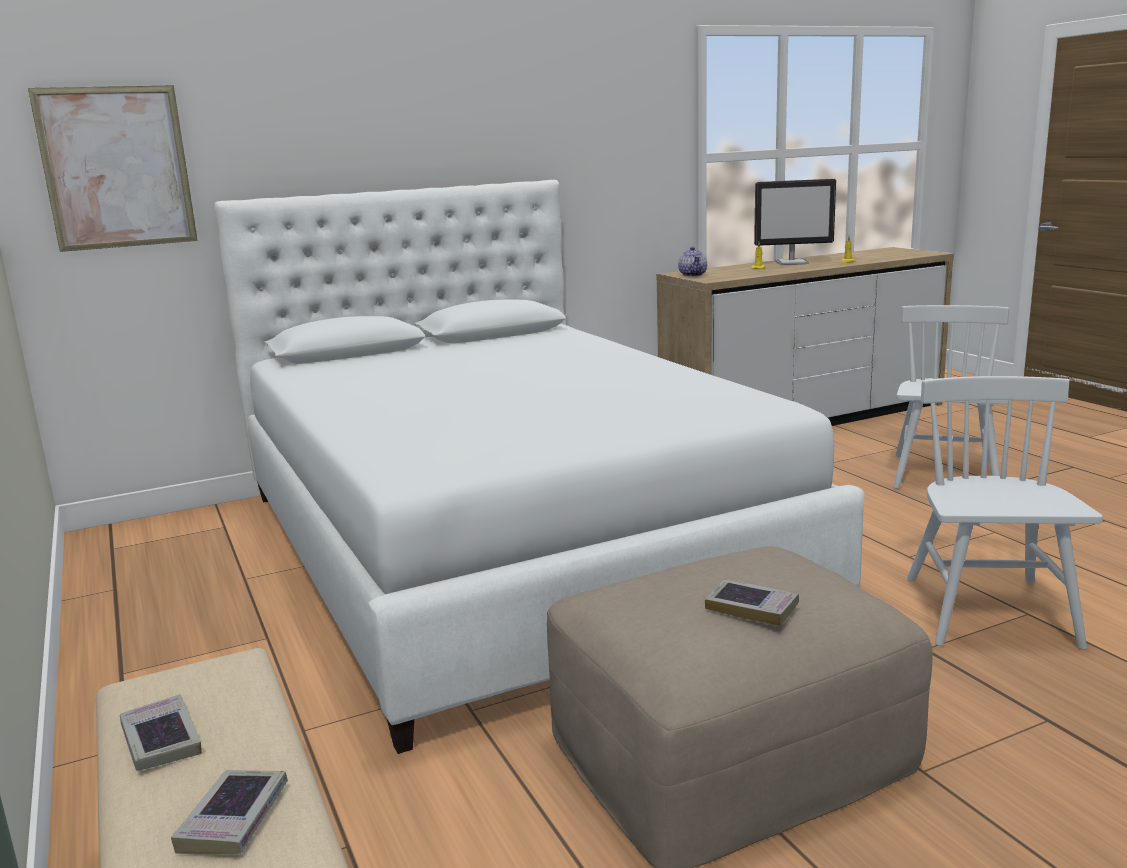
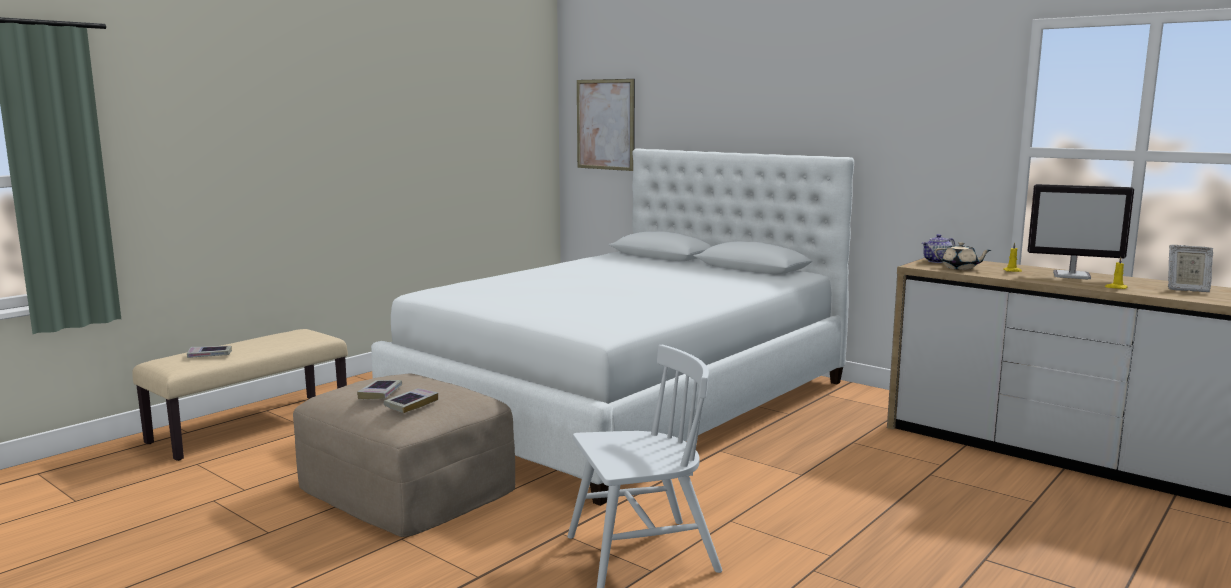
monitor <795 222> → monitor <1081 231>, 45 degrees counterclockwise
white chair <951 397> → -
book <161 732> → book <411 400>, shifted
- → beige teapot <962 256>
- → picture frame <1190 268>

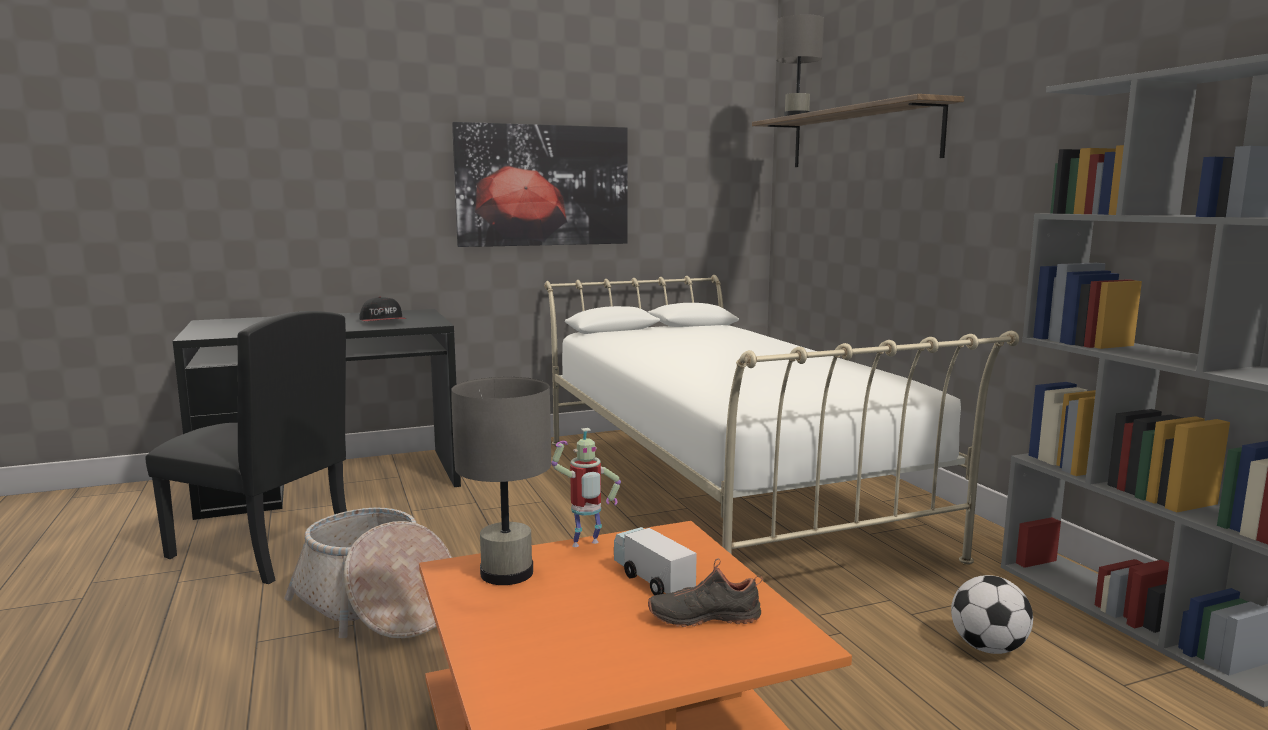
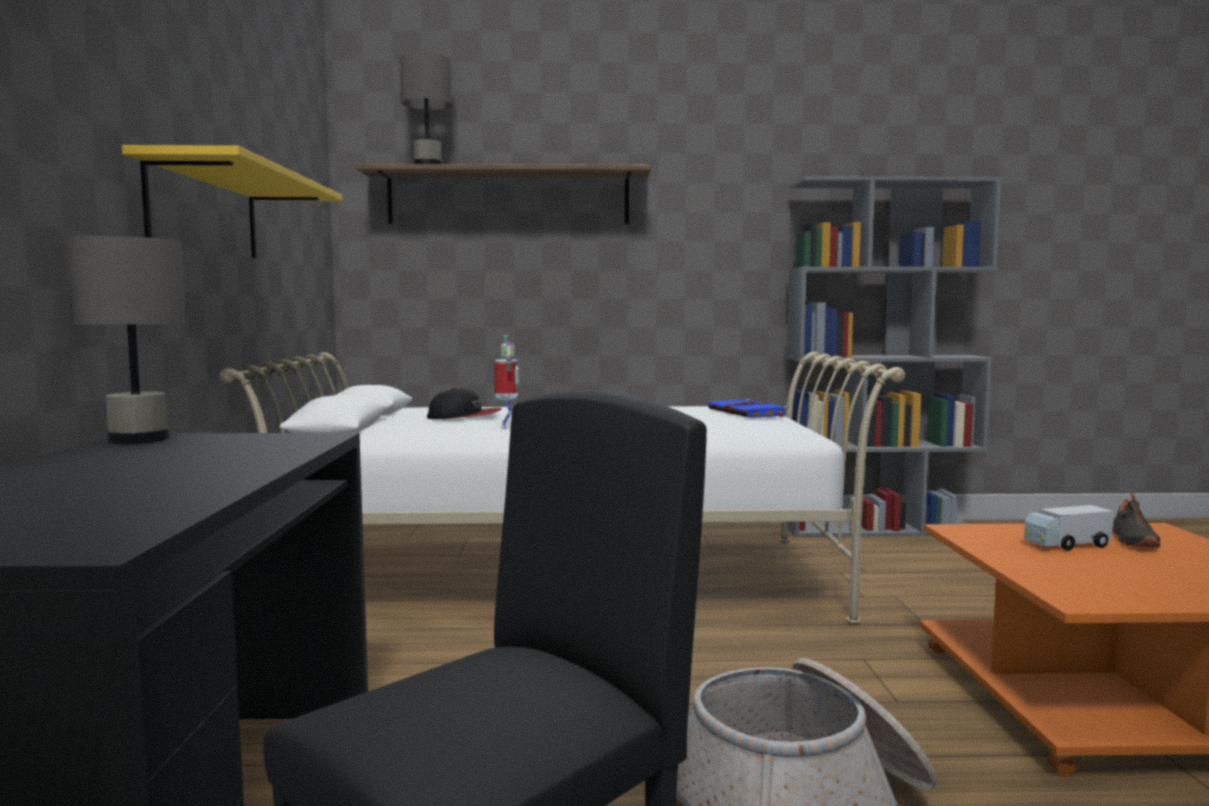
picture <540 184> → yellow shelf <232 202>
cap <382 309> → cap <464 403>, shifted
grey table lamp <501 481> → grey table lamp <126 340>, shifted
toy robot <586 487> → toy robot <506 382>, shifted
football <992 614> → -
- → blue book <748 408>

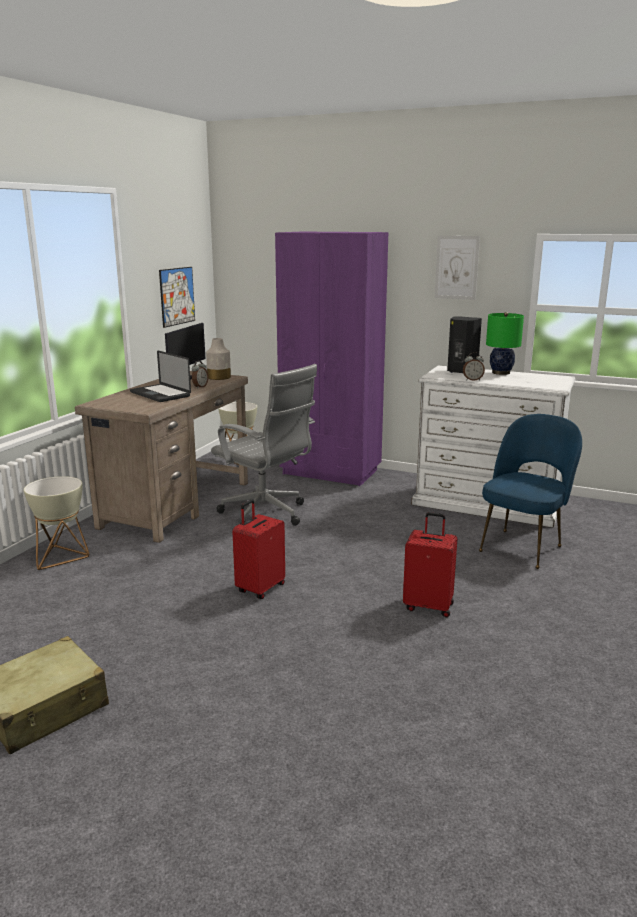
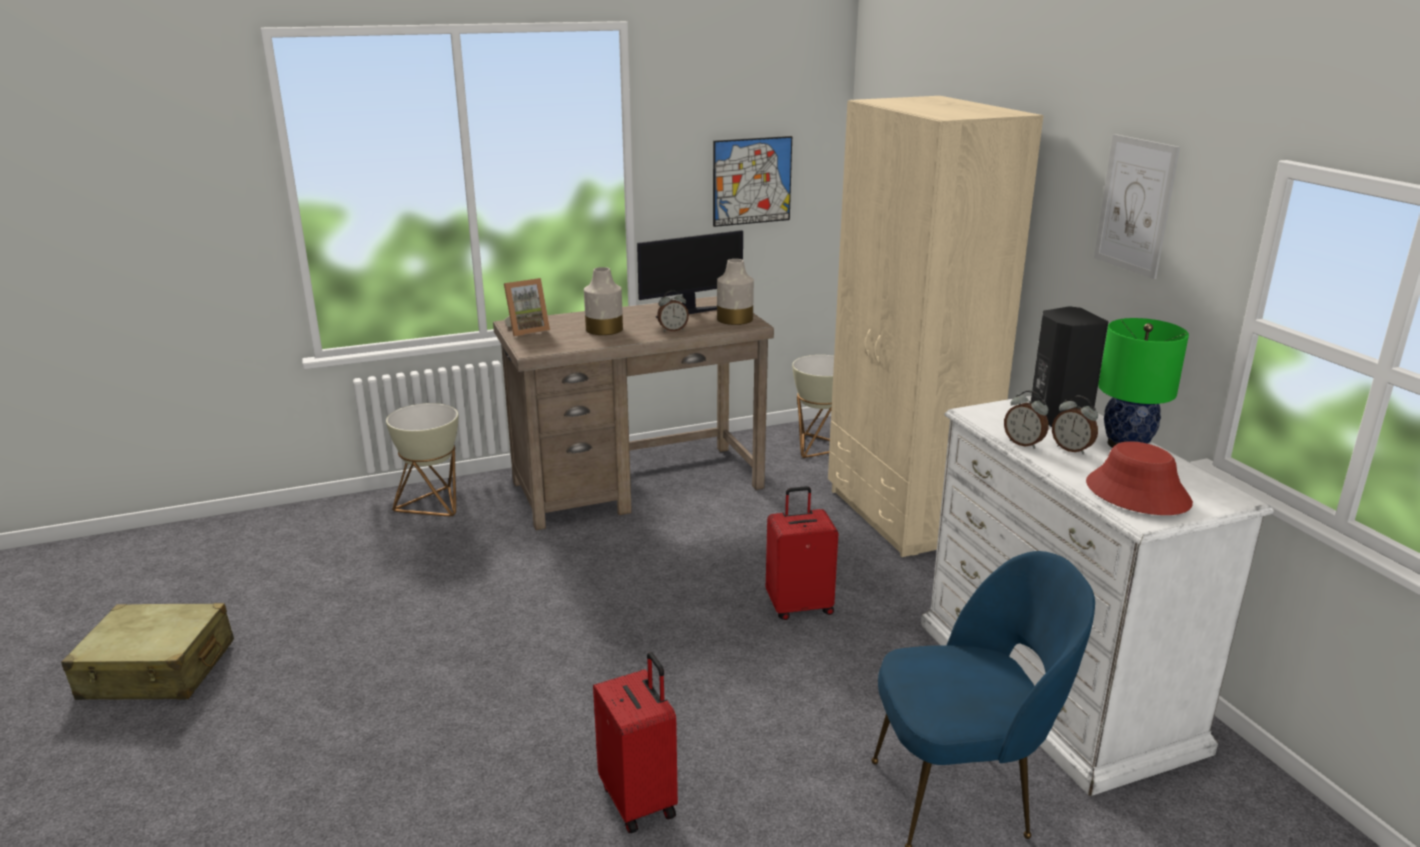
purple wardrobe <331 359> → beige wardrobe <936 326>
laptop <160 376> → beige vase <603 301>
grey office chair <264 445> → -
red suitcase <258 549> → red suitcase <802 553>, shifted
- → picture frame <527 307>
- → alarm clock <1075 425>
- → red hat <1139 478>

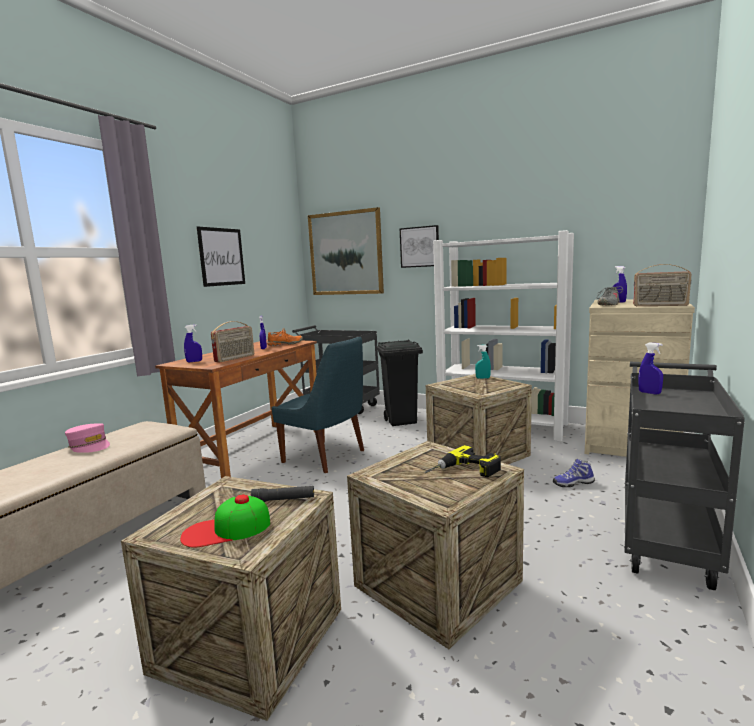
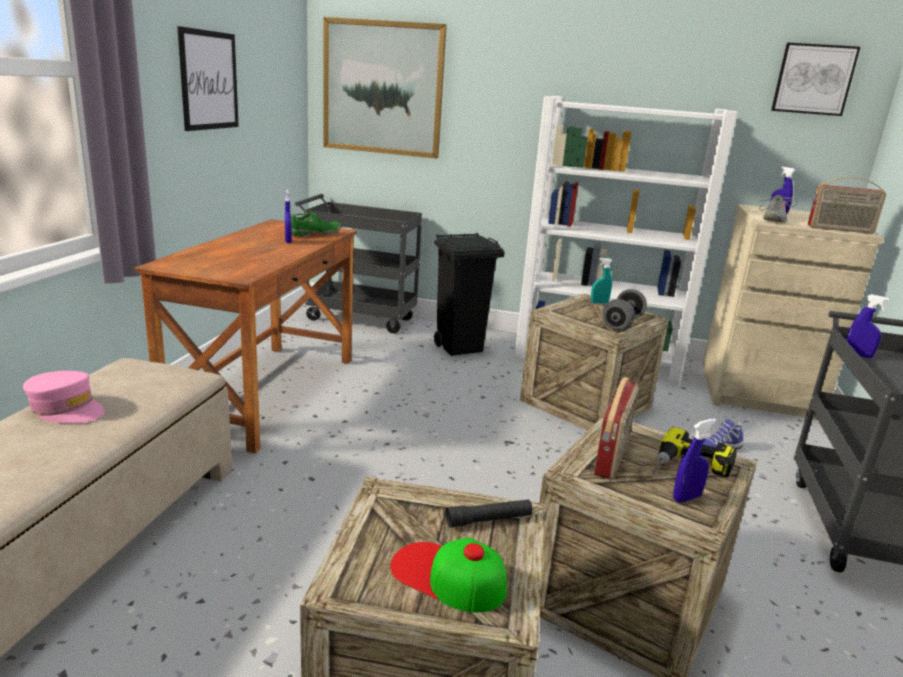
picture <419 246> → picture <815 79>, shifted
radio <232 341> → radio <616 428>, shifted
blue spray bottle <193 343> → blue spray bottle <694 460>, shifted
orange shoe <285 337> → green shoe <316 222>
blue chair <318 405> → -
cap <225 521> → cap <448 575>, 60 degrees clockwise
- → grey dumbbell <624 310>

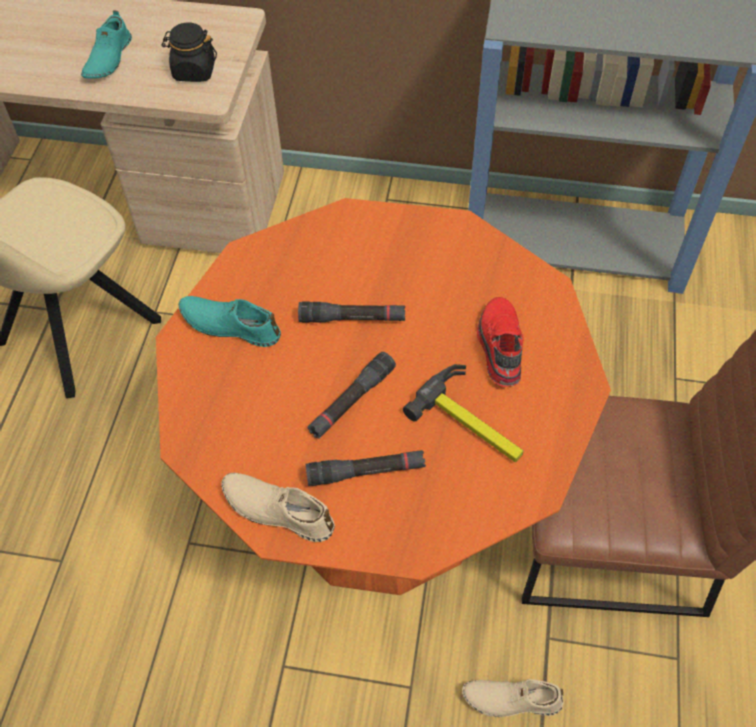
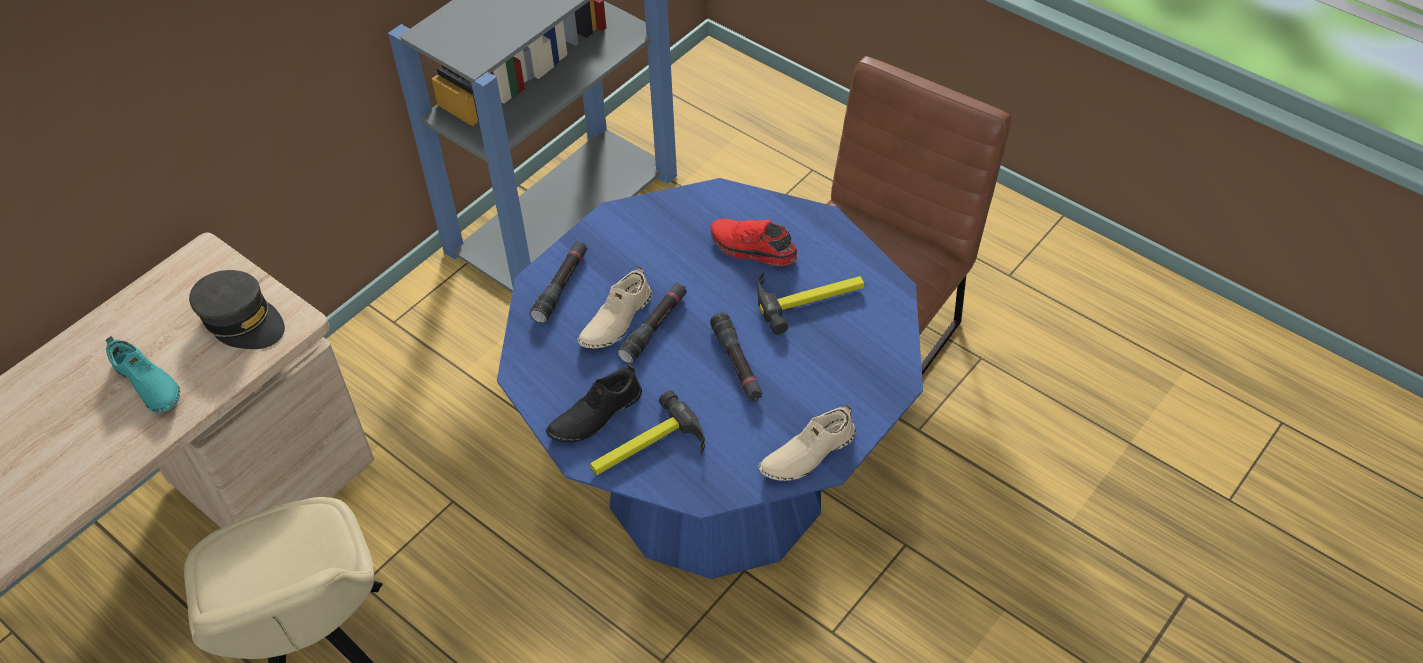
black jar <189 52> → grey cap <237 309>
orange dining table <383 396> → blue dining table <710 378>
turquoise shoe <229 321> → black shoe <594 403>
black flashlight <366 468> → black flashlight <559 282>, shifted
beige shoe <512 698> → beige shoe <614 307>, shifted
- → hammer <647 432>

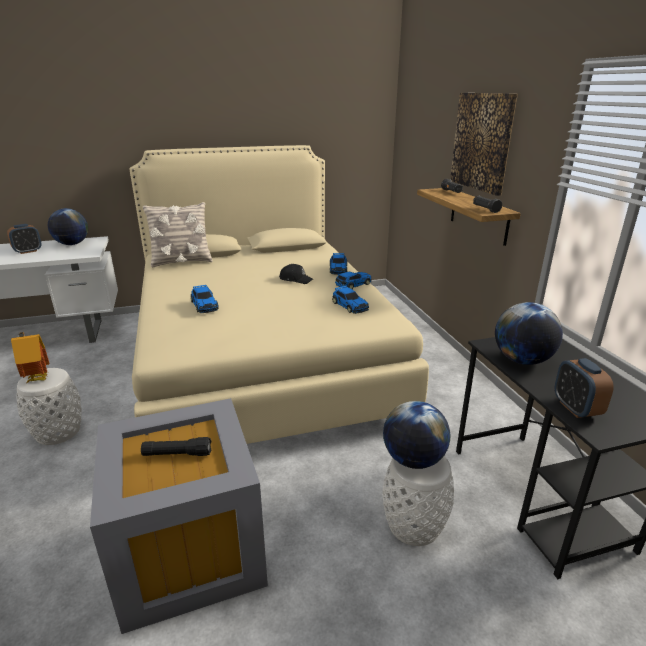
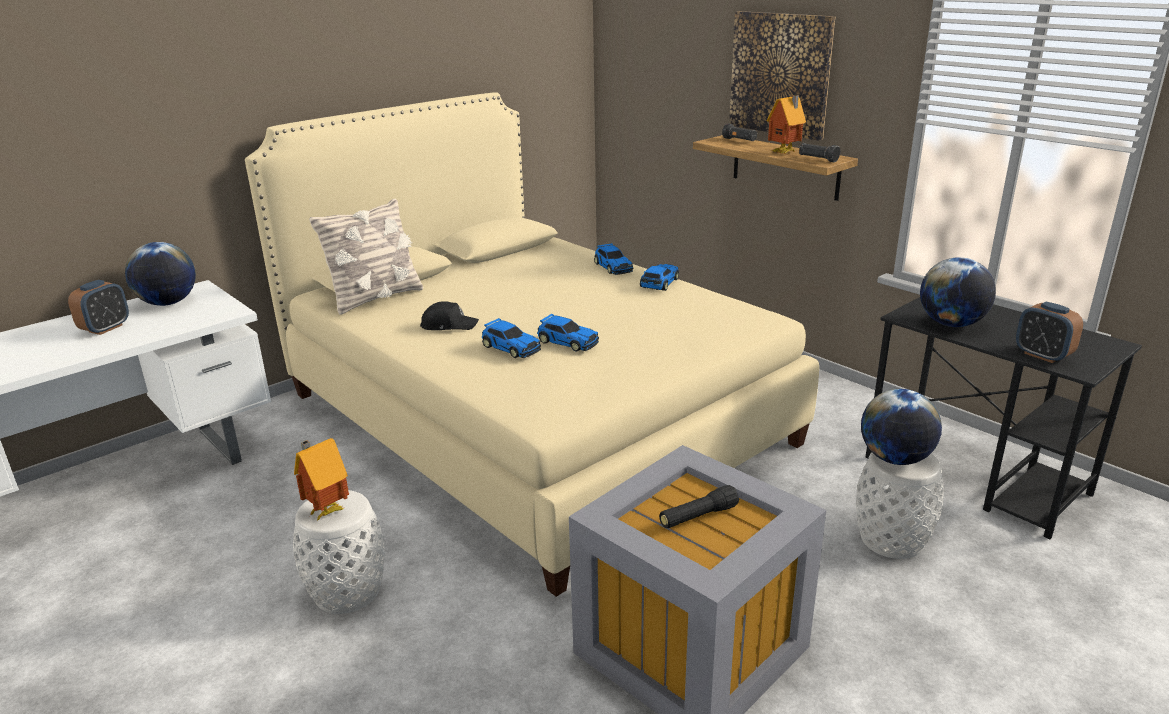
black cap <296 274> → black cap <449 316>, shifted
toy car <350 300> → toy car <568 332>, shifted
- → toy house <786 124>

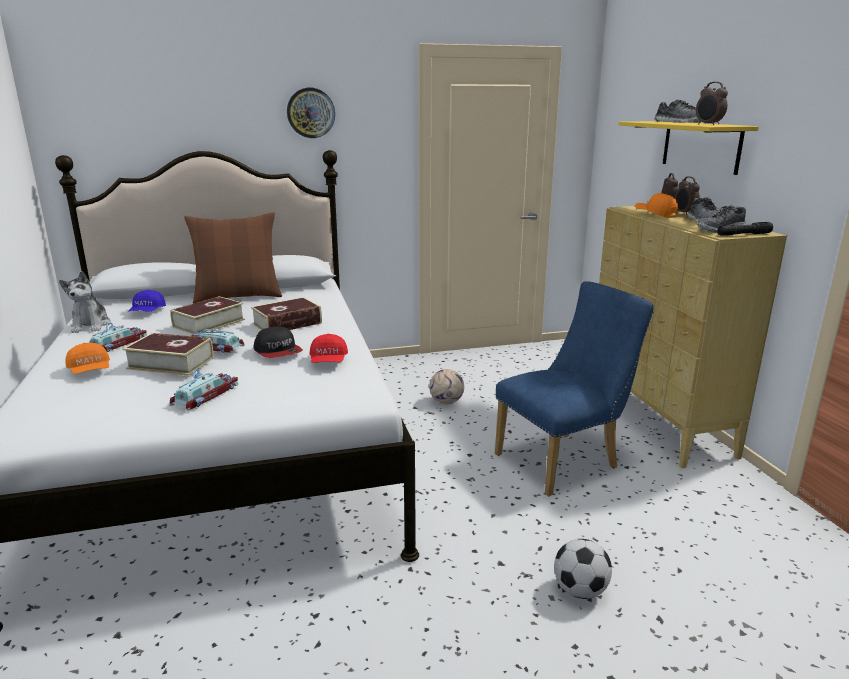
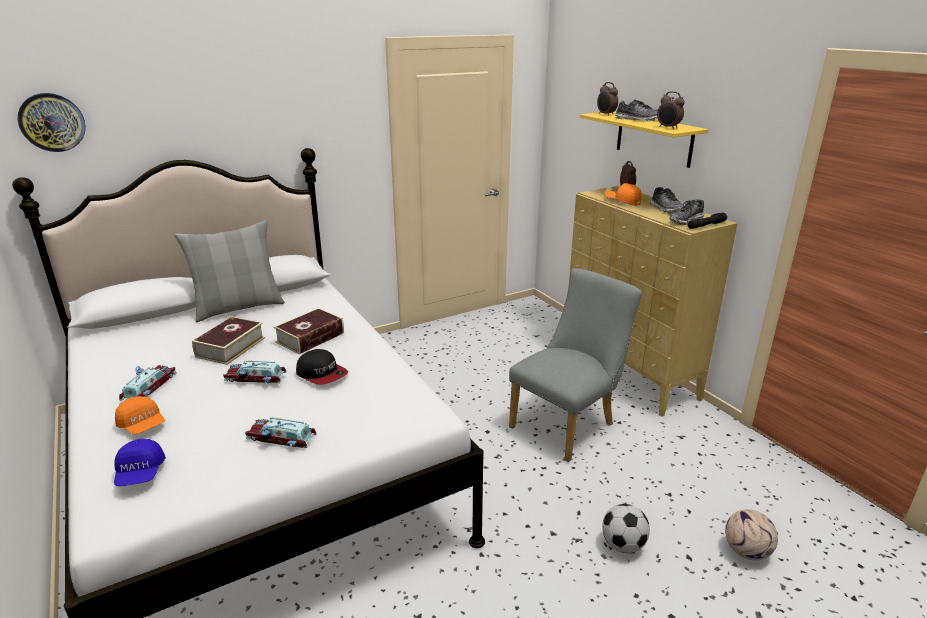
wall clock <311 113> → wall clock <52 122>, shifted
alarm clock <687 195> → alarm clock <607 99>, shifted
brown pillow <233 257> → grey pillow <230 271>
plush toy <85 302> → -
blue chair <574 388> → grey chair <575 365>
blue cap <147 301> → blue cap <140 462>, shifted
book <168 354> → -
red cap <328 348> → -
toy car <204 390> → toy car <281 432>, 90 degrees counterclockwise
football <447 386> → football <751 534>, shifted

